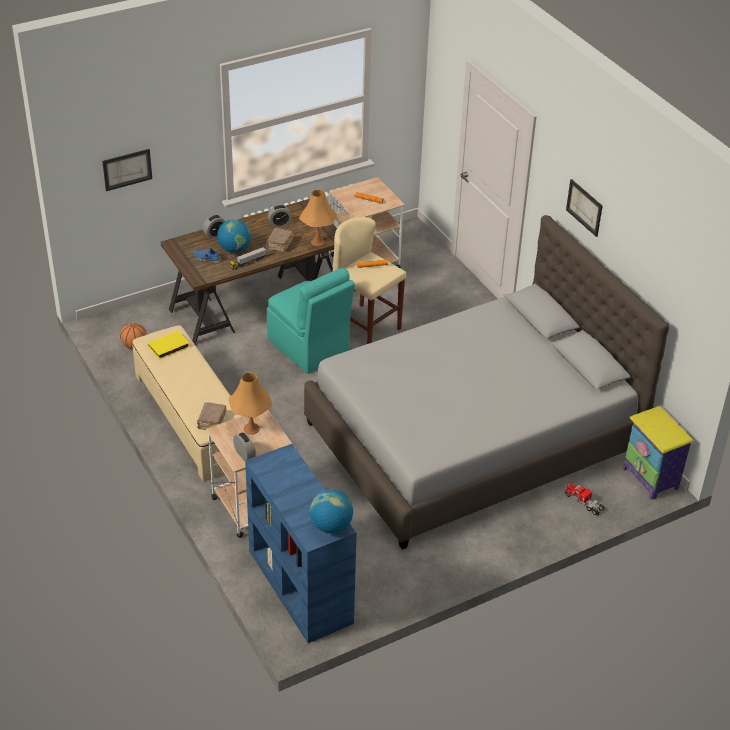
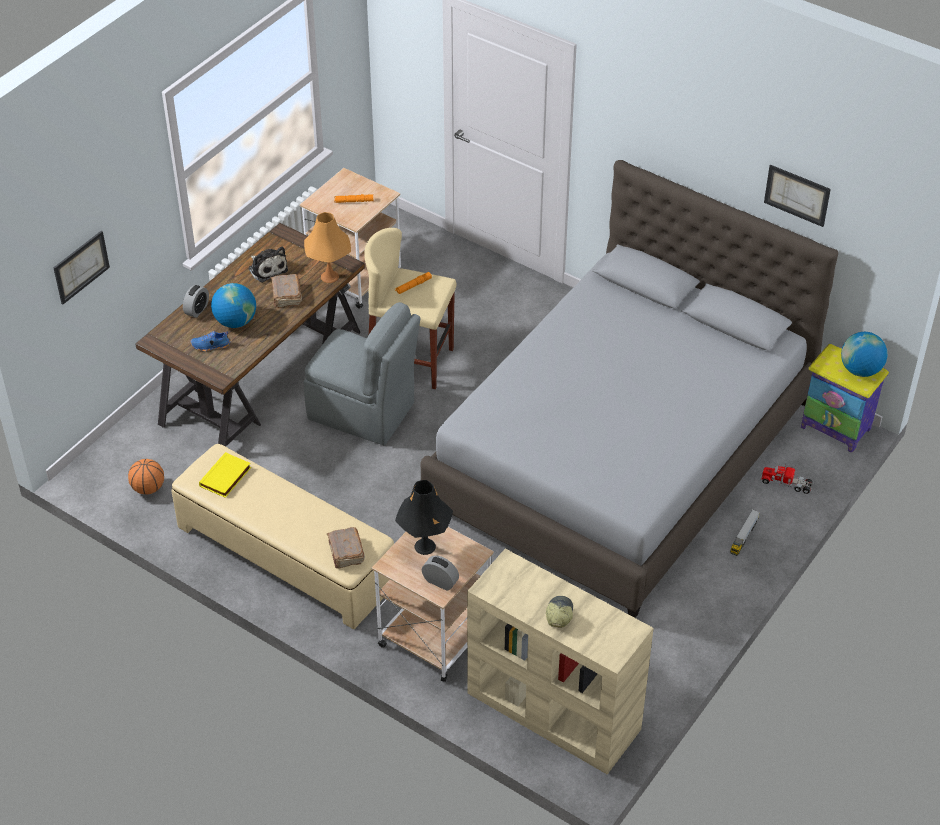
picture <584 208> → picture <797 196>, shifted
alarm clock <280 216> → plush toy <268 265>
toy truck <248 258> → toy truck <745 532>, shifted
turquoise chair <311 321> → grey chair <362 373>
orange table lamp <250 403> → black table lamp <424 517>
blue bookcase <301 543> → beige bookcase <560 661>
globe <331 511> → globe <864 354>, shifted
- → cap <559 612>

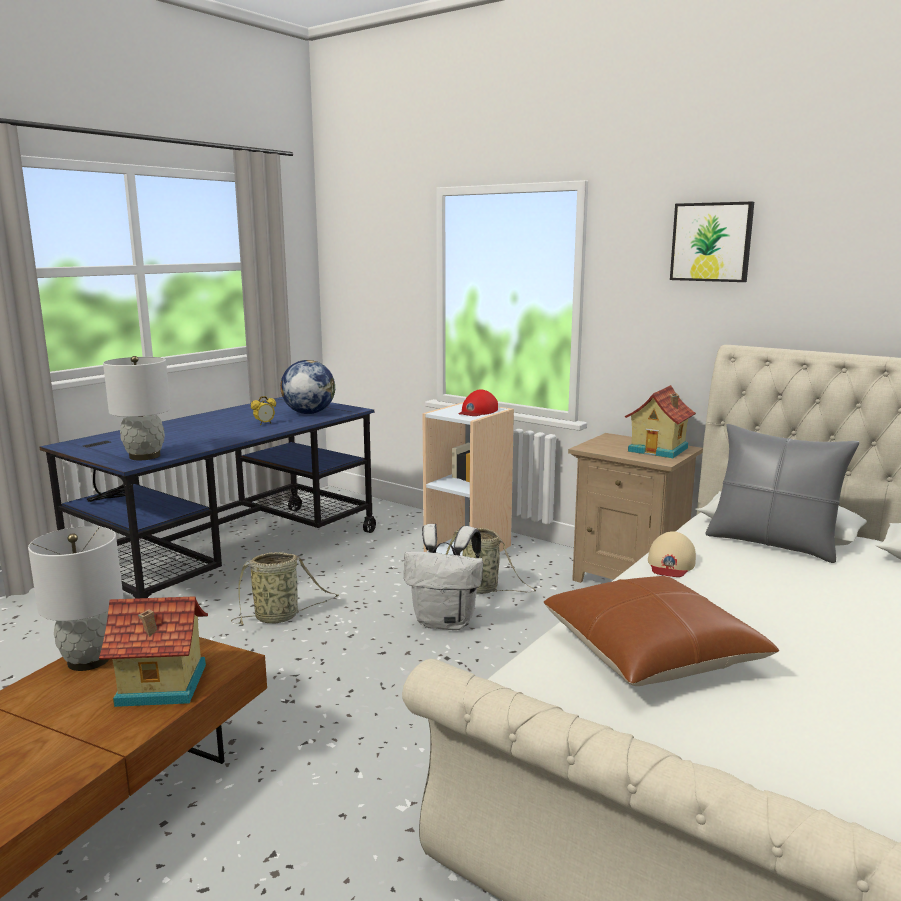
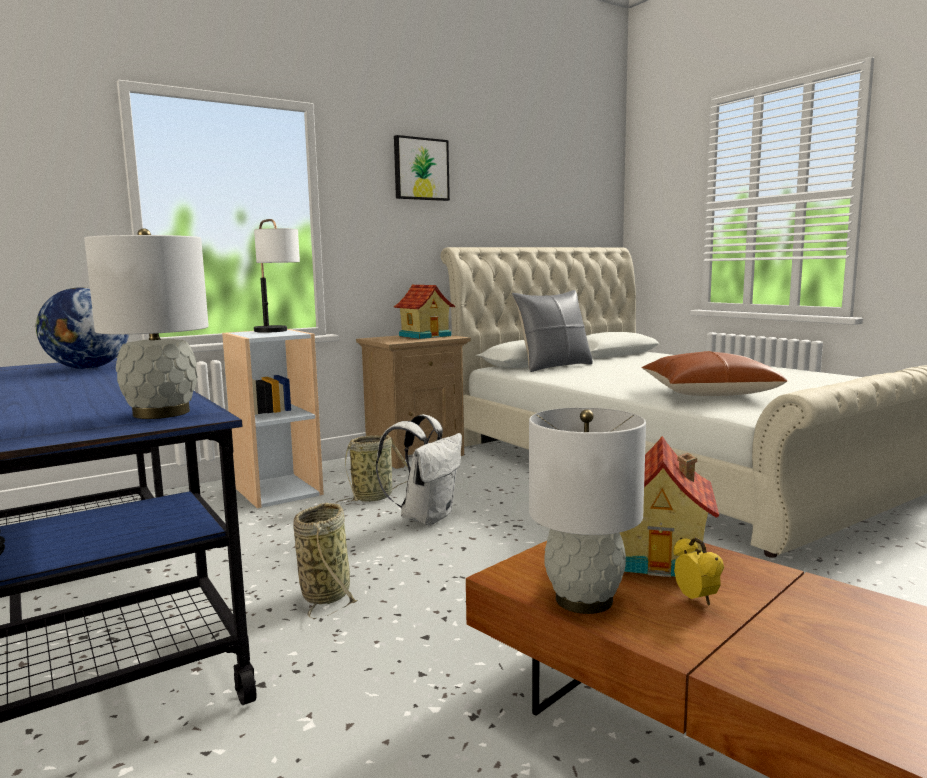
red cap <478 402> → table lamp <277 276>
alarm clock <263 410> → alarm clock <698 571>, shifted
beige cap <672 554> → -

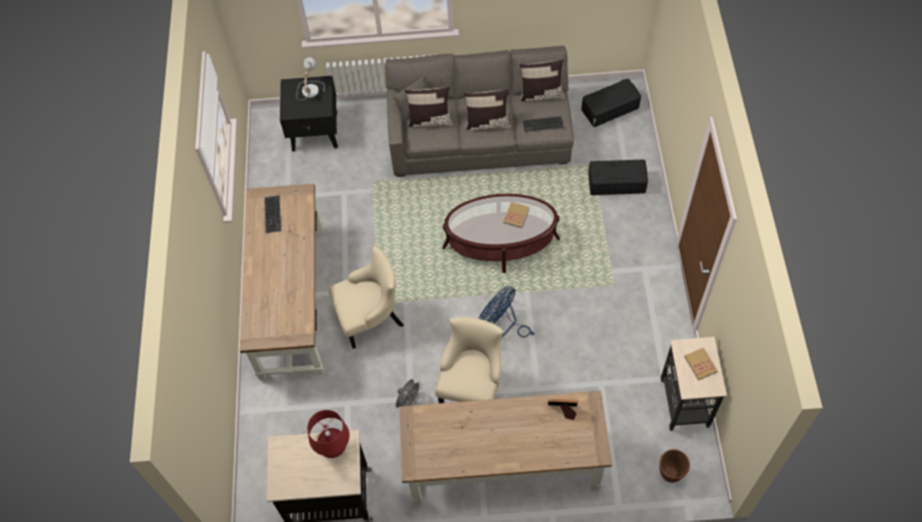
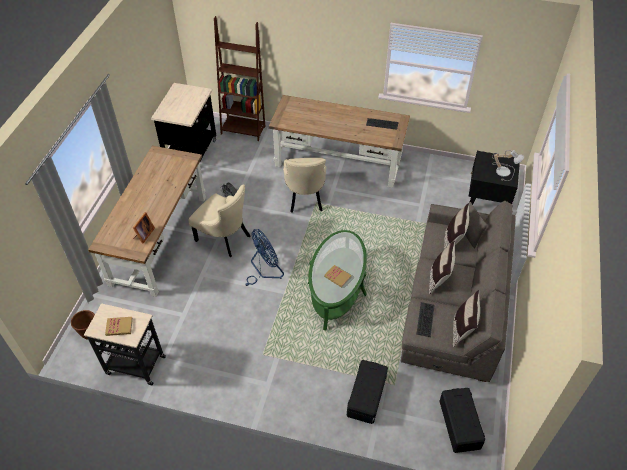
brown coffee table <501 233> → green coffee table <337 280>
red table lamp <328 434> → -
- → brown bookcase <239 78>

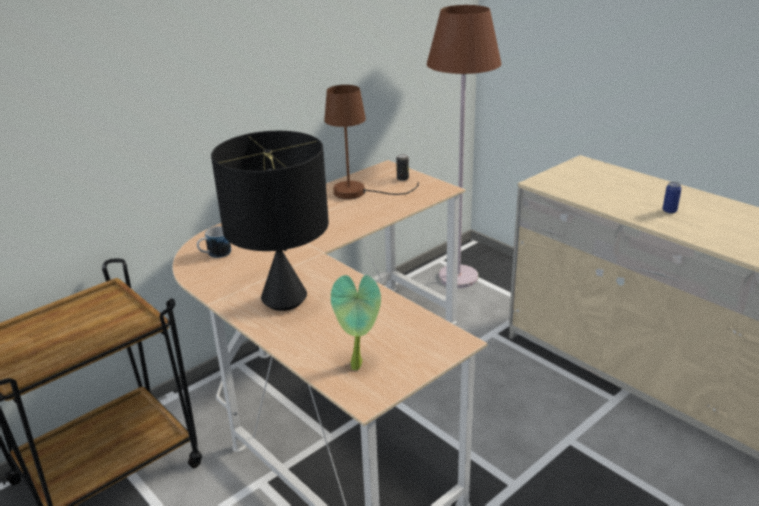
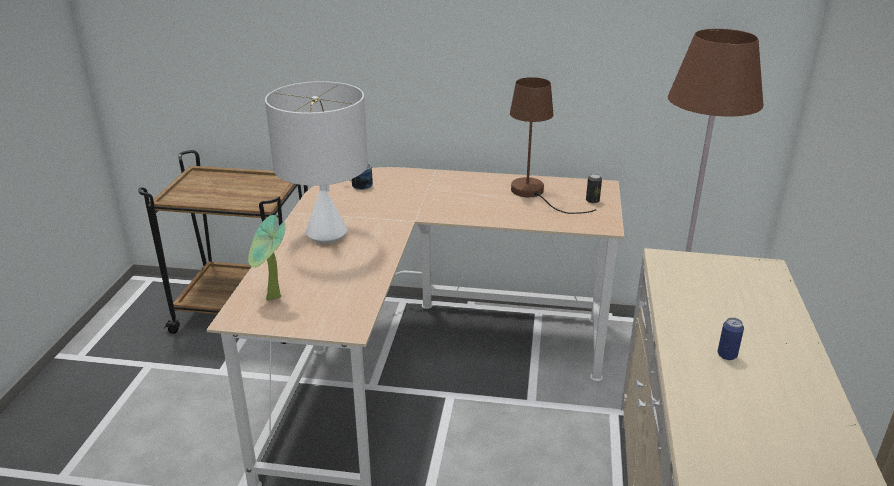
black table lamp <270 221> → white table lamp <316 162>

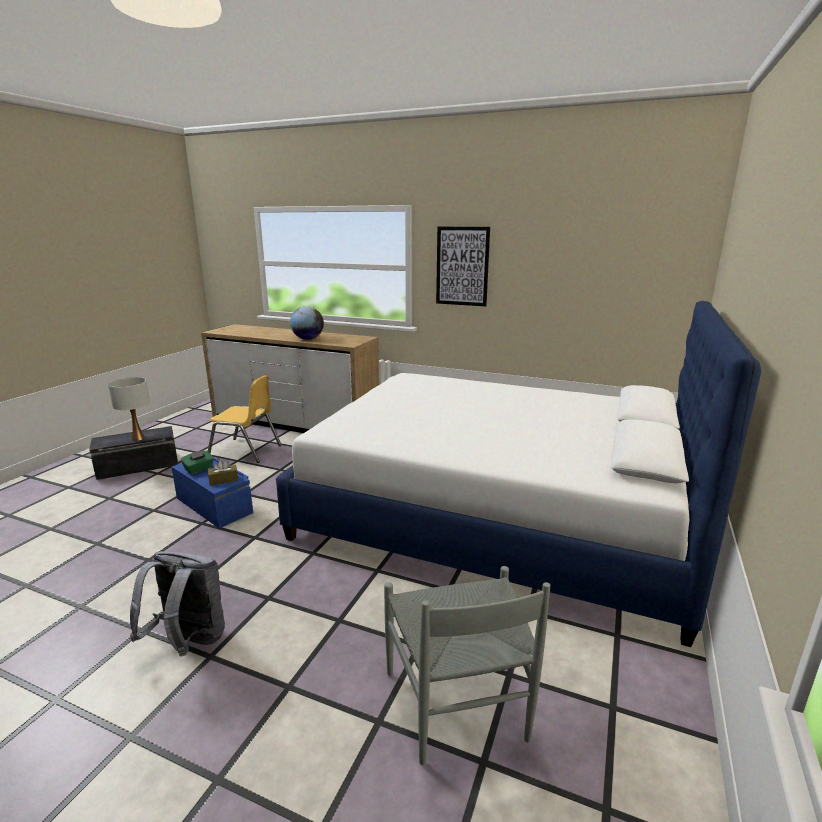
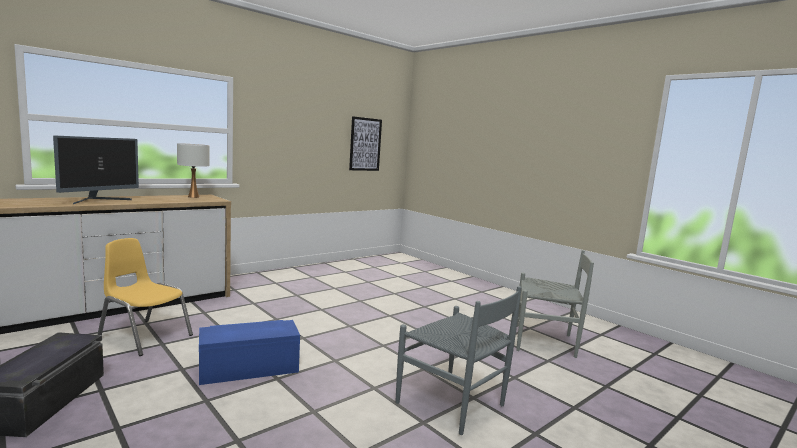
picture <463 266> → picture <365 143>, shifted
white bed <518 474> → -
globe <307 323> → -
yellow chair <244 419> → yellow chair <145 297>, 105 degrees counterclockwise
white table lamp <129 409> → white table lamp <193 170>, shifted
green tissue box <197 462> → -
brown tissue box <223 473> → -
grey backpack <177 603> → grey chair <458 360>
- → monitor <96 169>

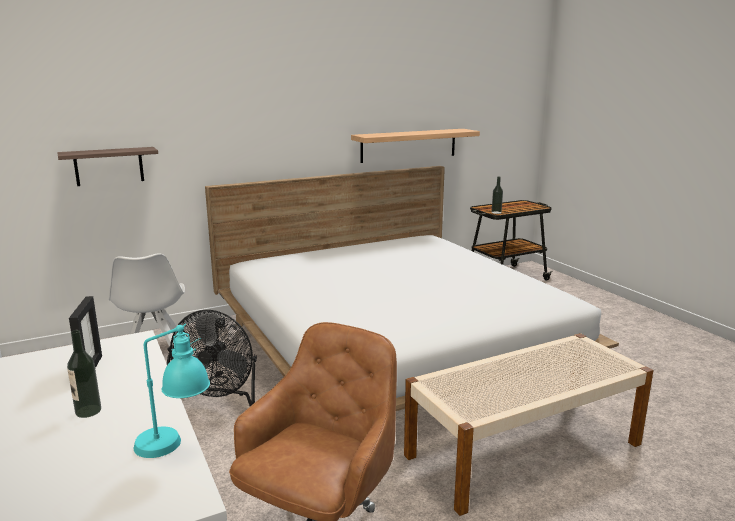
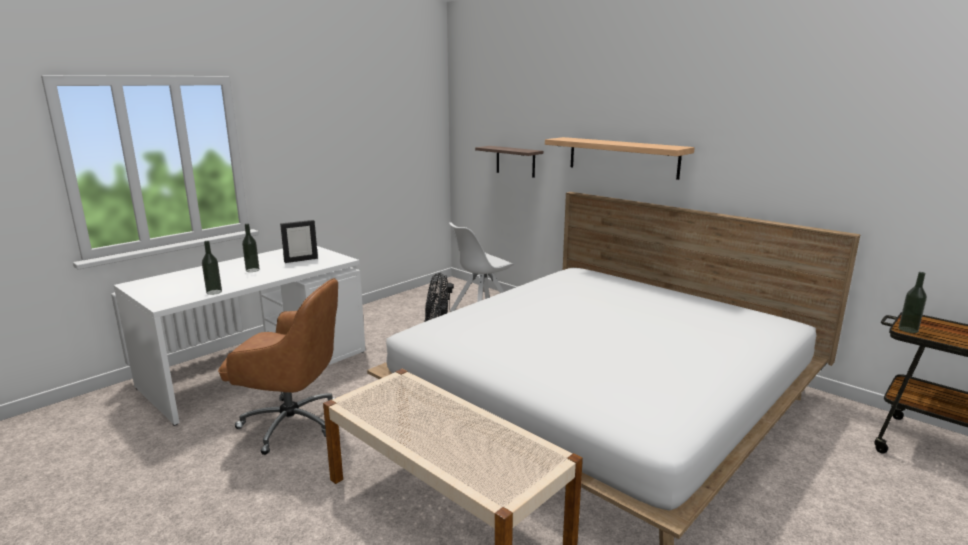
shelf <415 146> → shelf <620 158>, shifted
turquoise table lamp <171 390> → bottle <212 268>

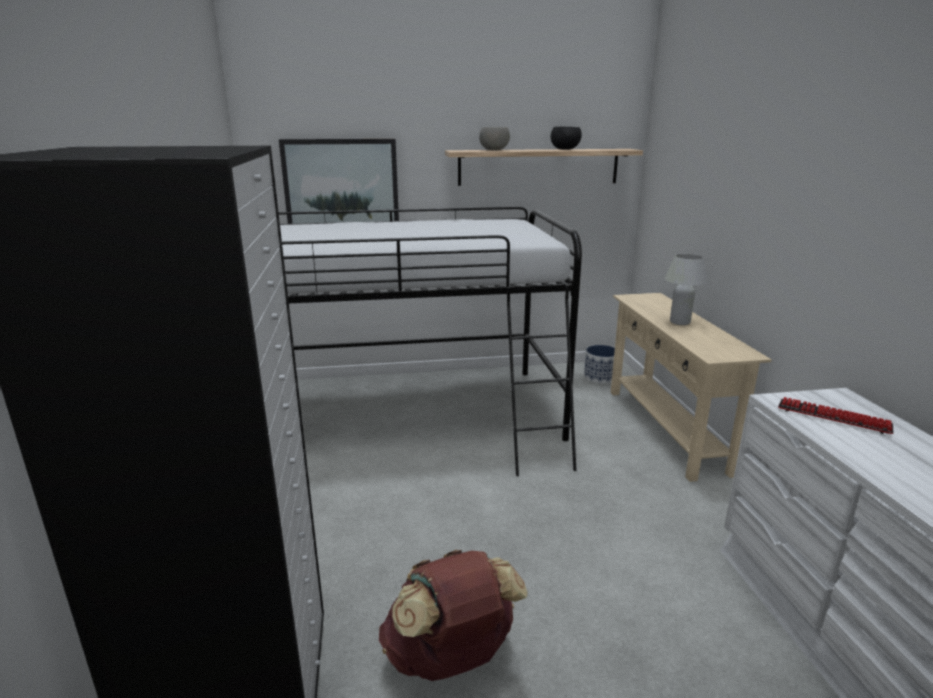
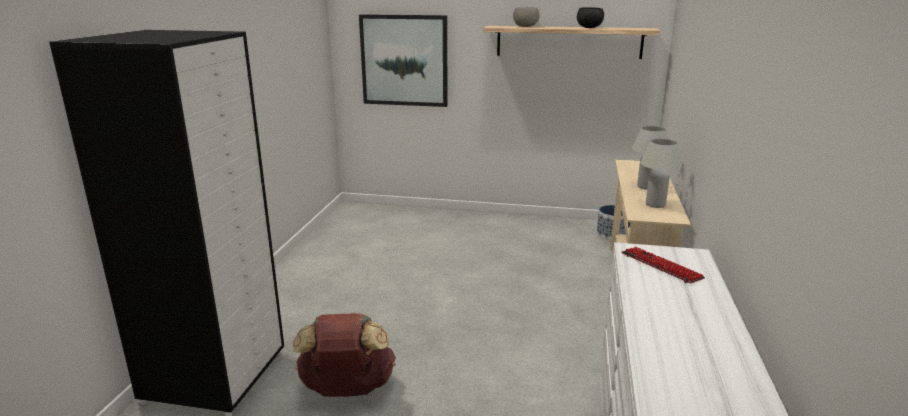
black bed <430 341> → -
- → white table lamp <661 173>

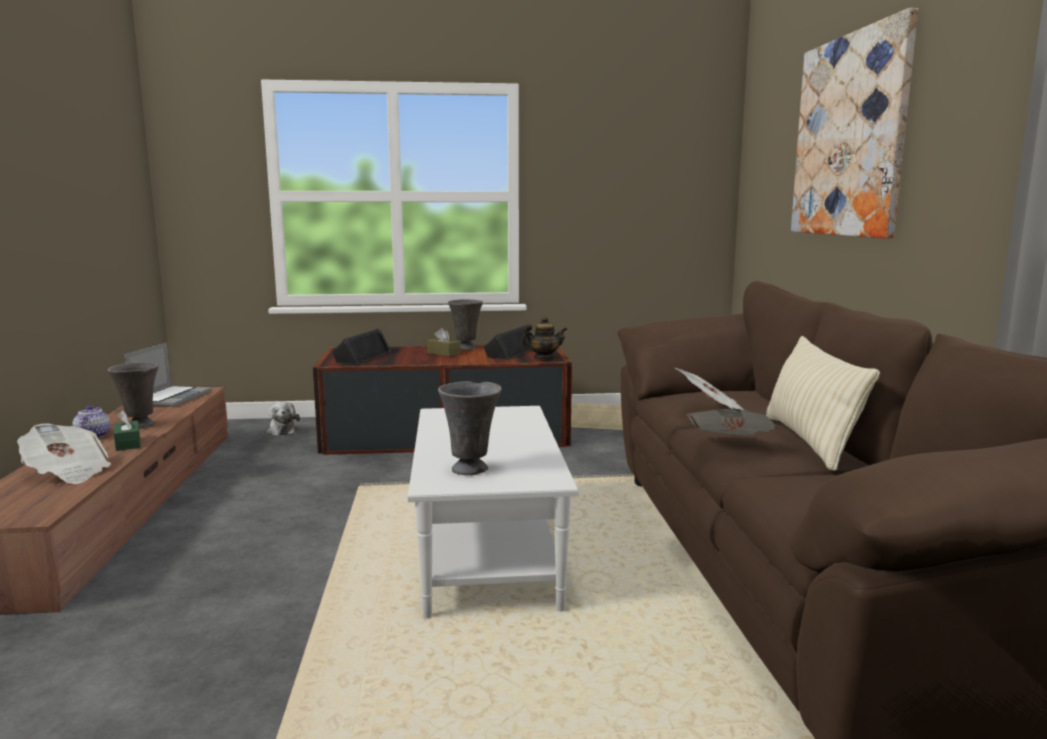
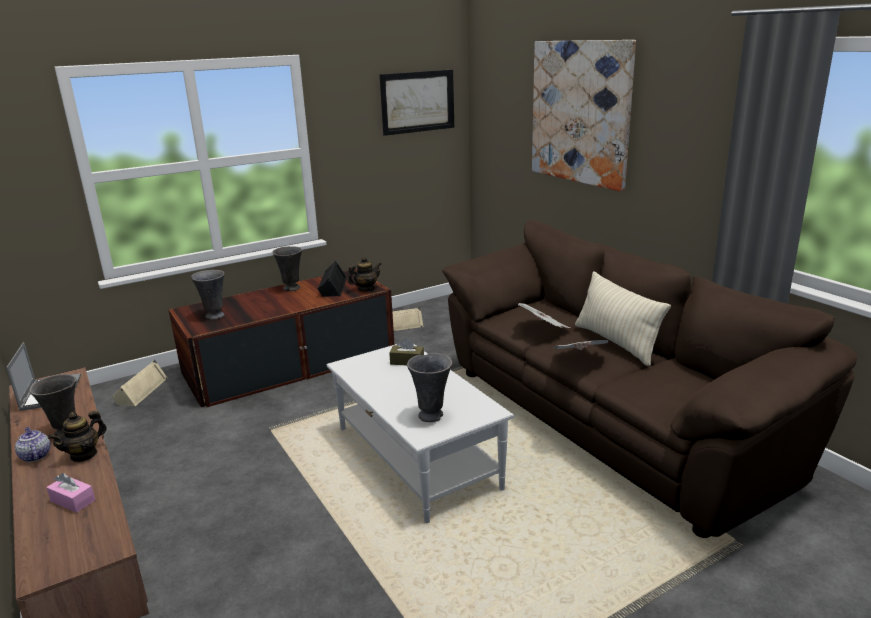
black speaker <361 346> → grey vase <208 295>
brown tissue box <443 342> → brown tissue box <406 352>, shifted
plush toy <283 418> → beige speaker <139 383>
green tissue box <127 430> → teapot <77 436>
newspaper <64 453> → pink tissue box <70 493>
- → picture <417 103>

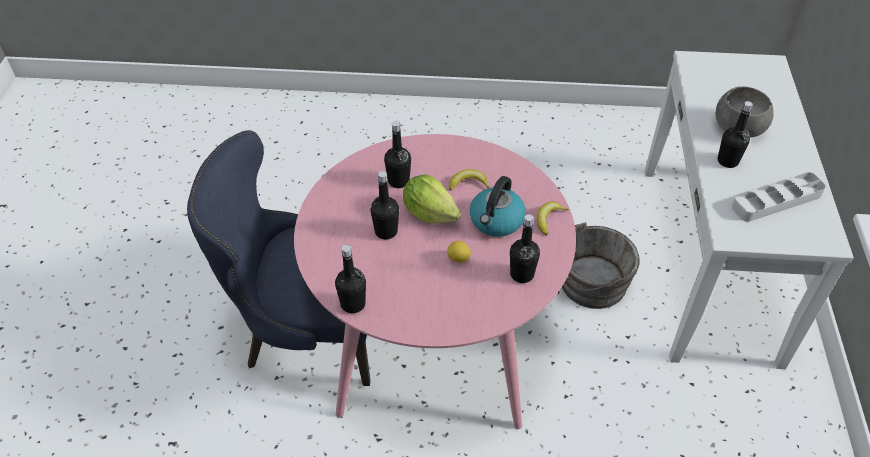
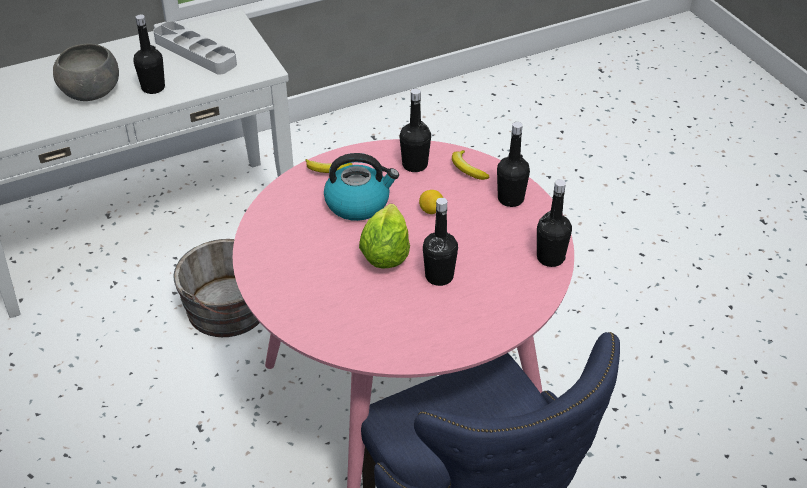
black bottle <397 154> → black bottle <513 164>, shifted
banana <469 180> → banana <470 165>, shifted

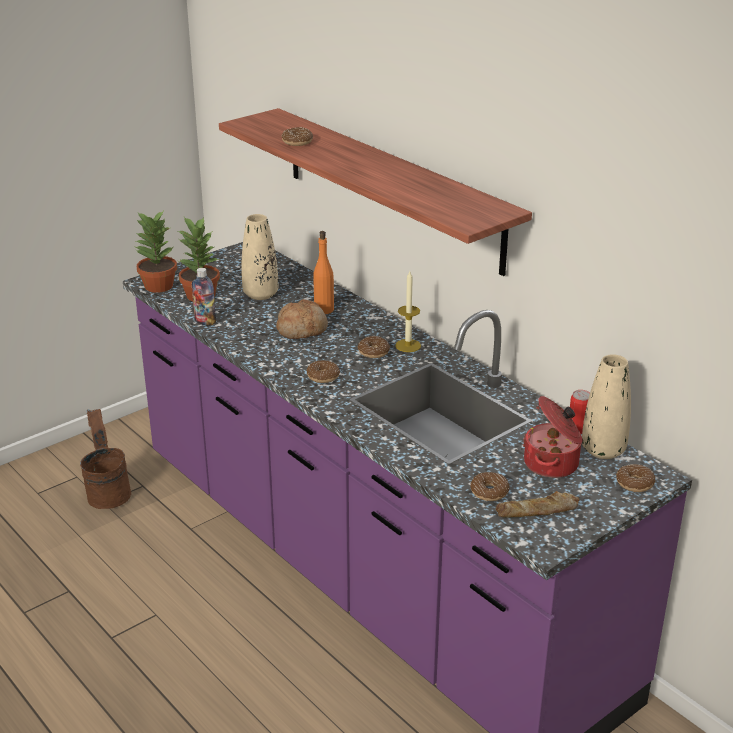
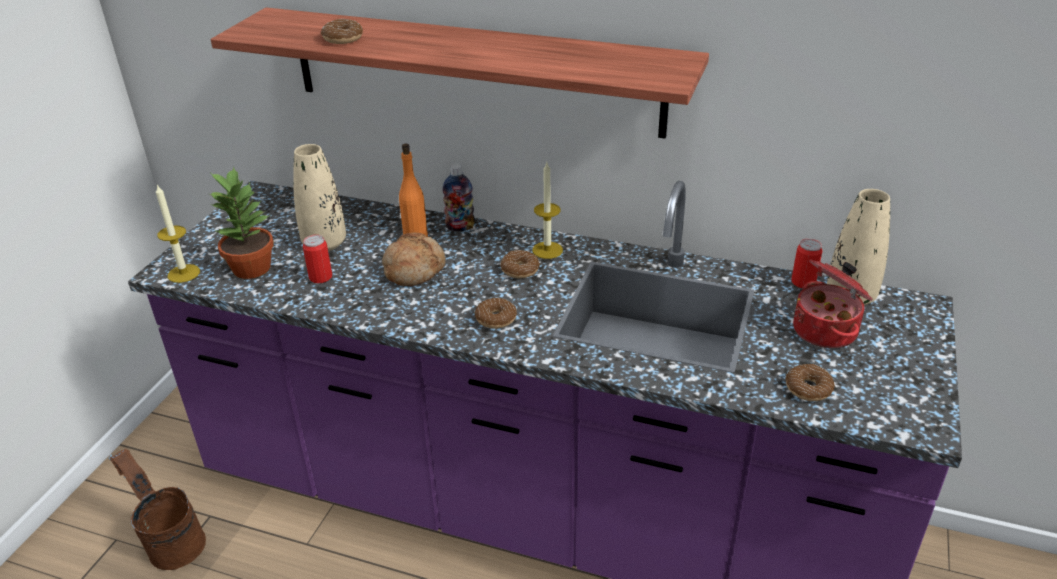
potted plant <156 252> → candle <178 234>
bottle <204 296> → bottle <458 197>, shifted
donut <635 478> → -
bread <538 504> → -
- → can <317 259>

